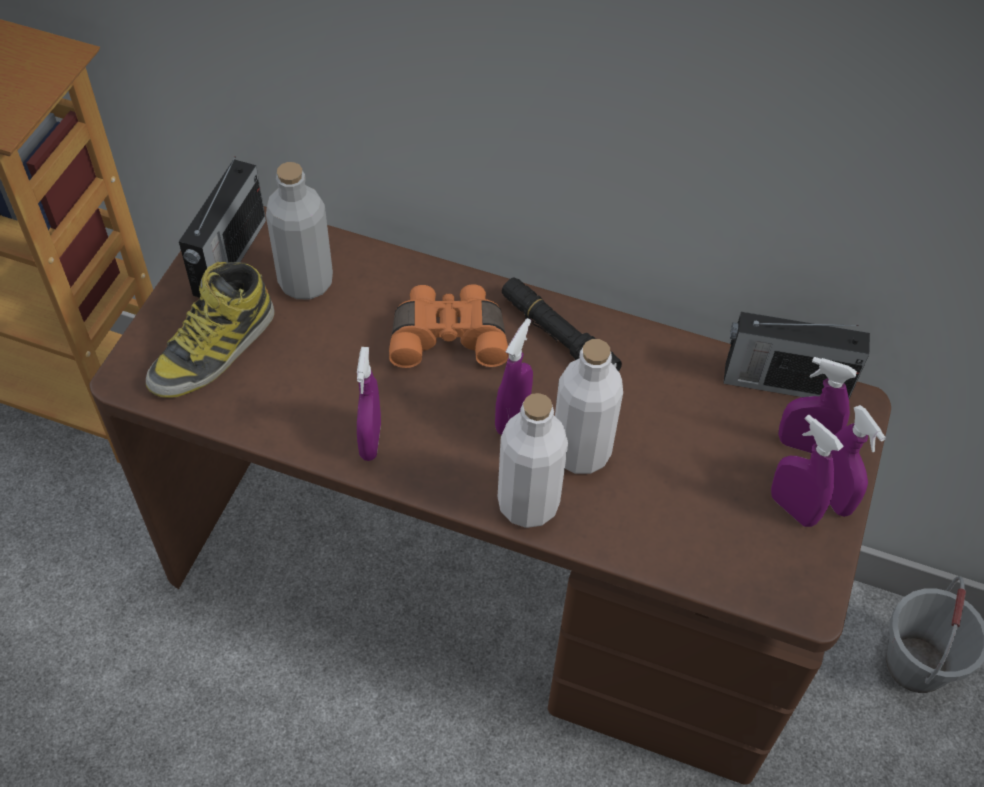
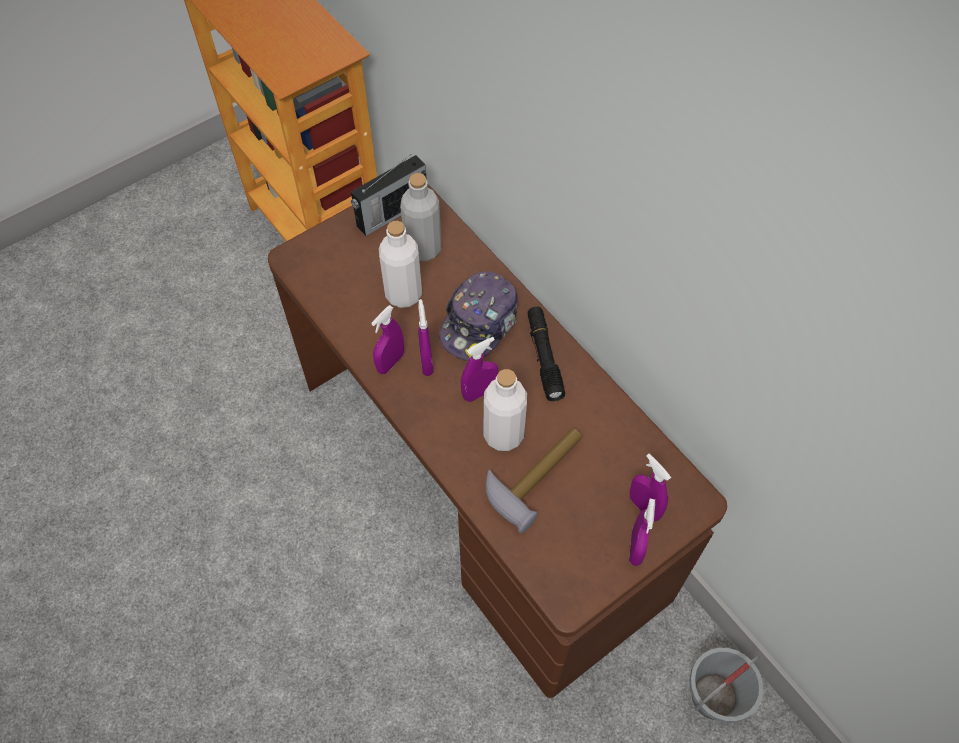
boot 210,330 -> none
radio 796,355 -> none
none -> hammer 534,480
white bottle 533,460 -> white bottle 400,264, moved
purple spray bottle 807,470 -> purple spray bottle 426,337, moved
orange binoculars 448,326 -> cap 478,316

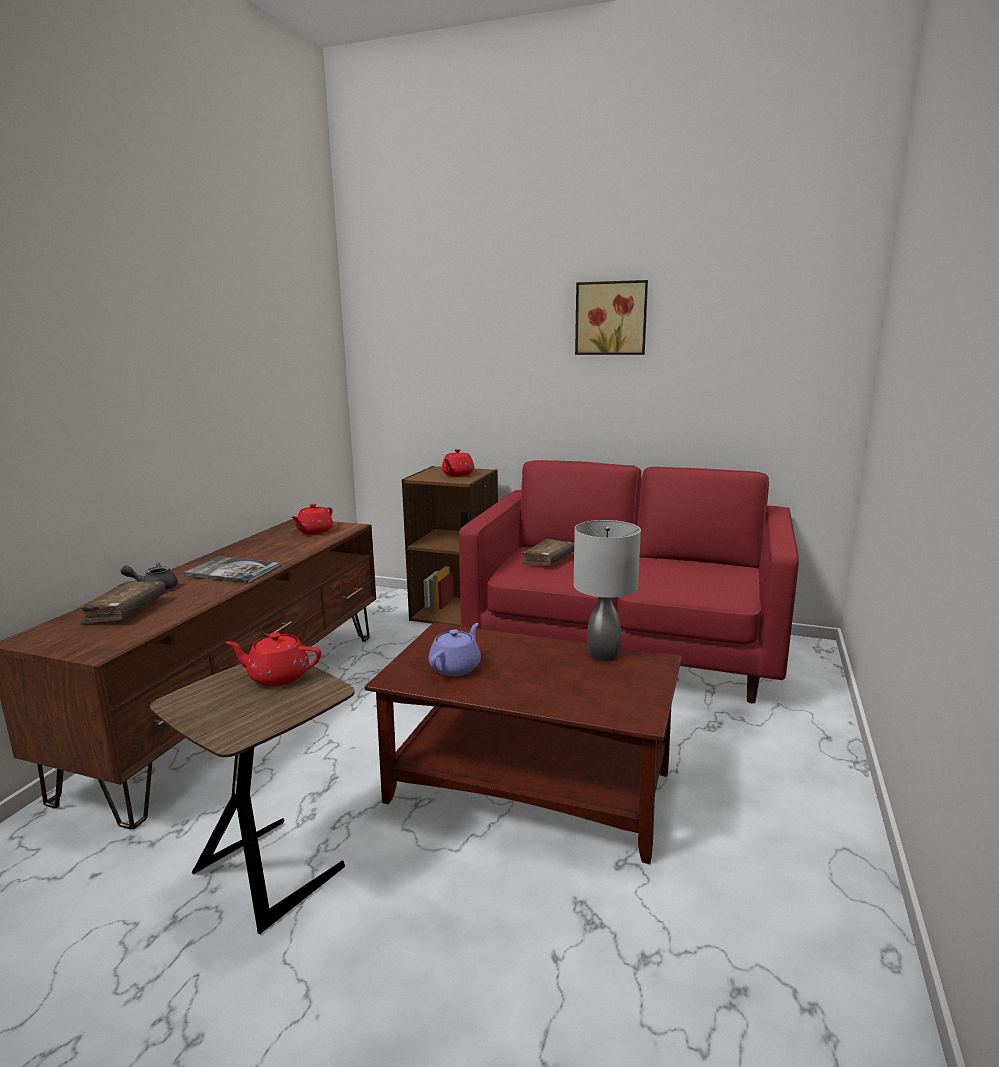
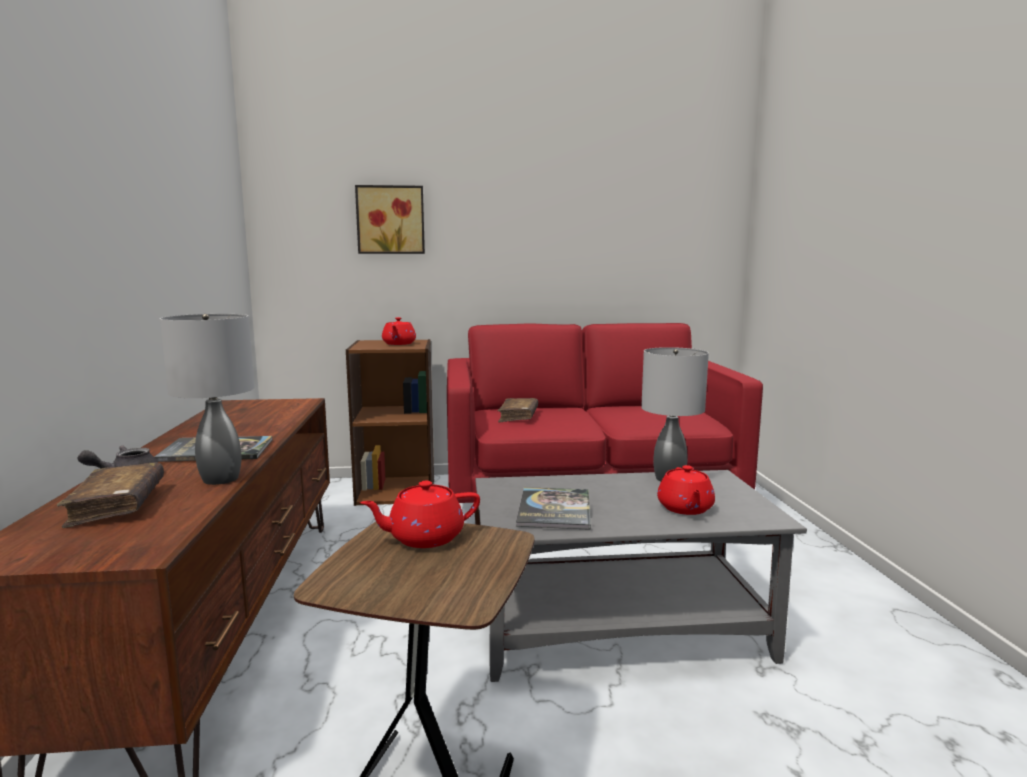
none -> grey table lamp 207,399
red teapot 312,519 -> red teapot 686,490, moved
picture 611,317 -> picture 390,219, moved
purple teapot 455,649 -> book 553,508
brown coffee table 523,743 -> grey coffee table 641,576

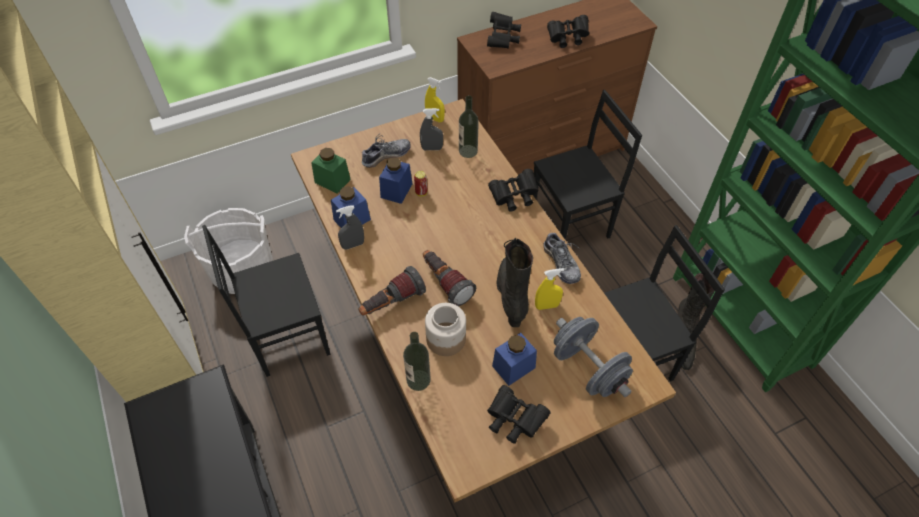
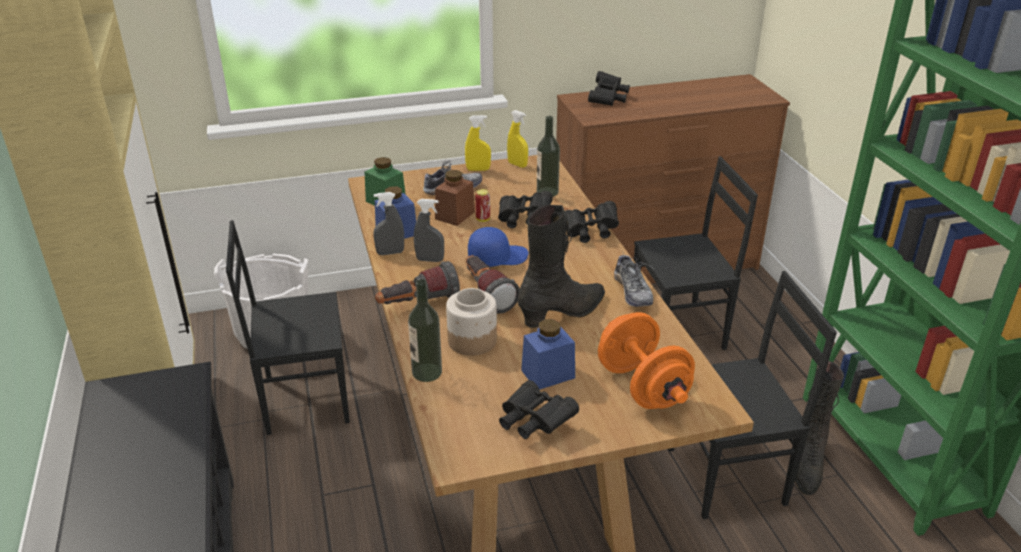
none -> blue cap 498,247
grey spray bottle 431,129 -> grey spray bottle 429,230, moved
yellow spray bottle 549,289 -> yellow spray bottle 478,143, moved
black binoculars 568,31 -> black binoculars 525,209, moved
blue jar 395,181 -> brown jar 455,198
grey dumbbell 593,357 -> orange dumbbell 646,360
black boot 515,282 -> black boot 561,266, 45 degrees clockwise

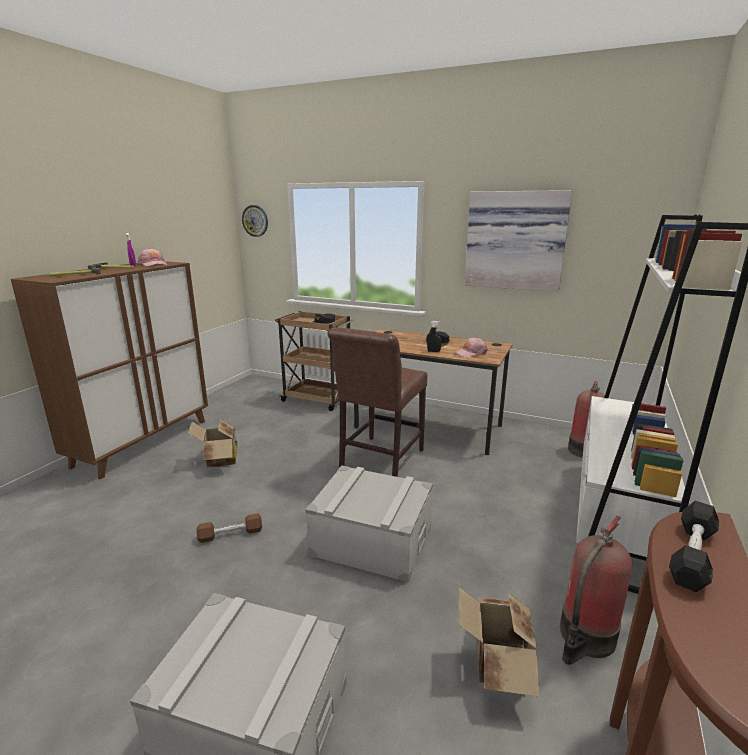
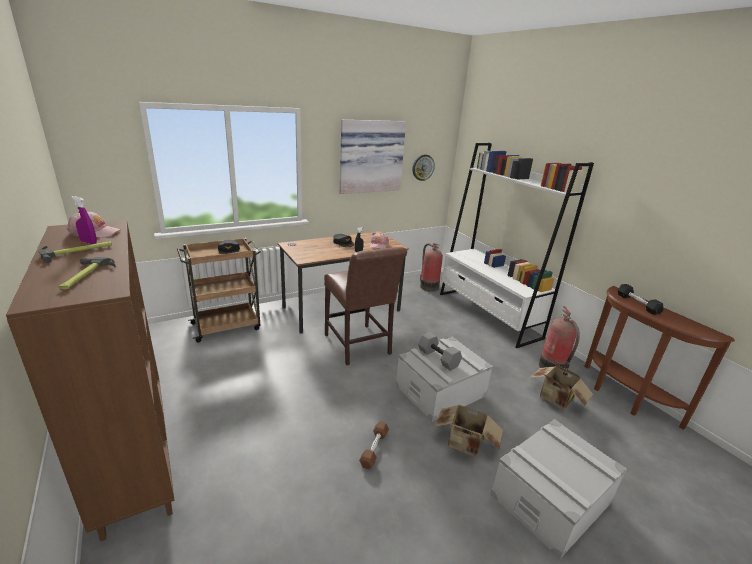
none -> grey dumbbell 440,351
cardboard box 213,443 -> cardboard box 468,431, moved
wall clock 255,221 -> wall clock 423,167, moved

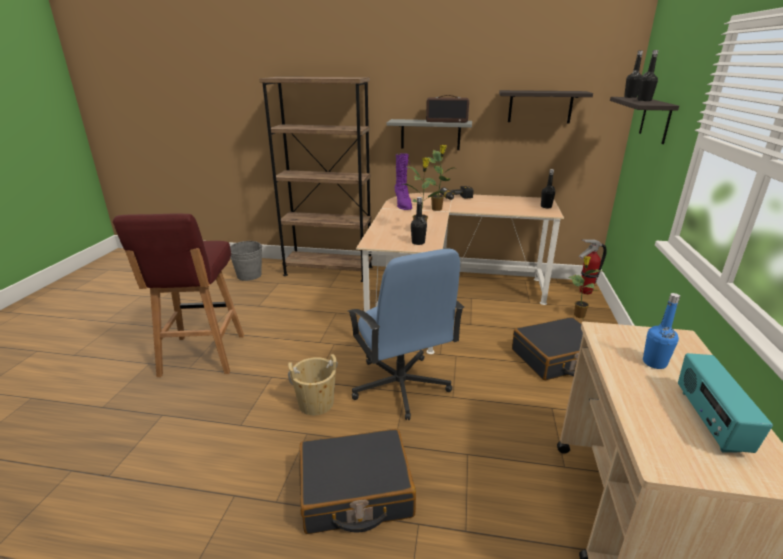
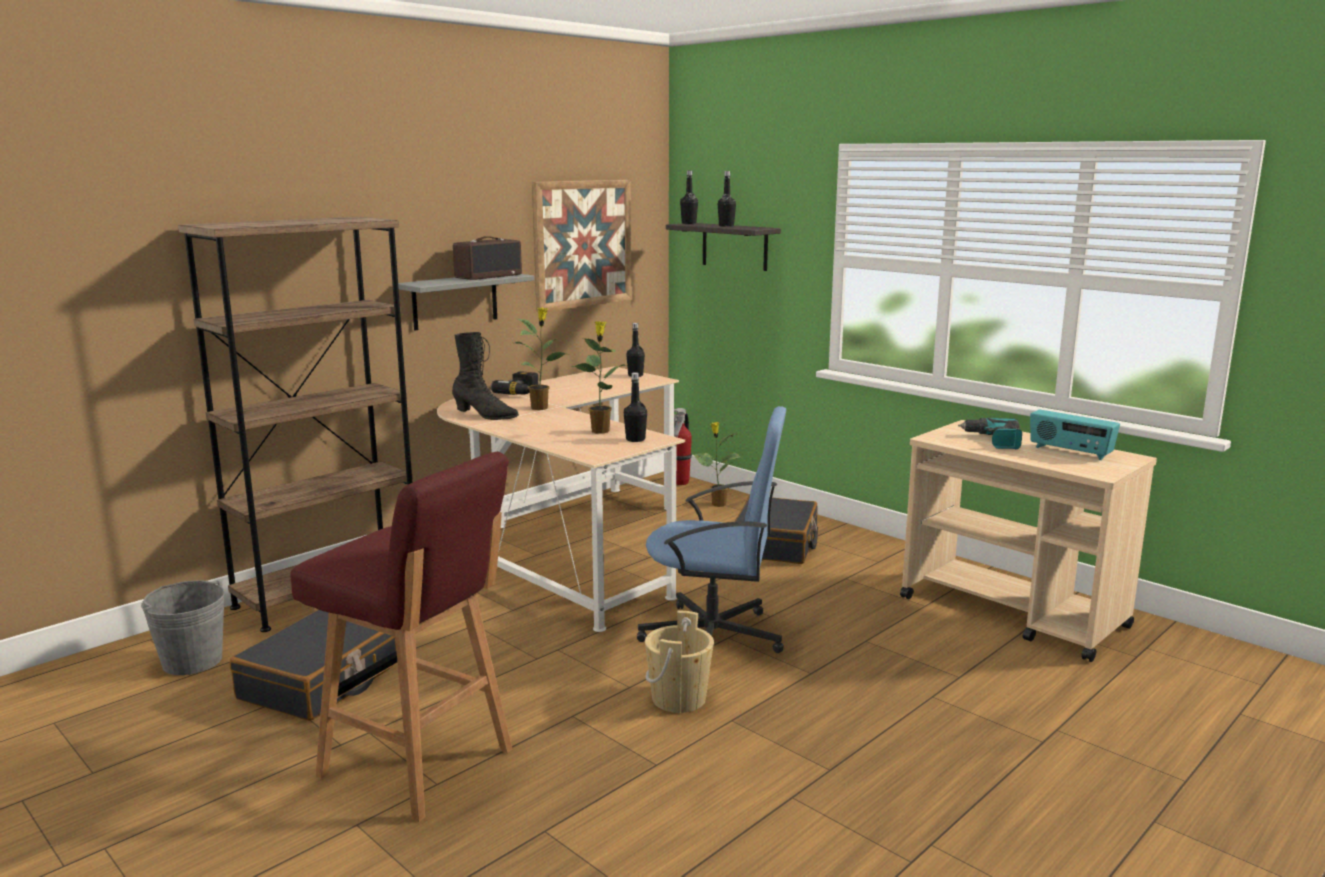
black suitcase 358,481 -> black suitcase 313,665, moved
shelf 546,107 -> picture 582,246
blue bottle 661,331 -> power drill 990,434
purple boot 403,181 -> black boot 485,376

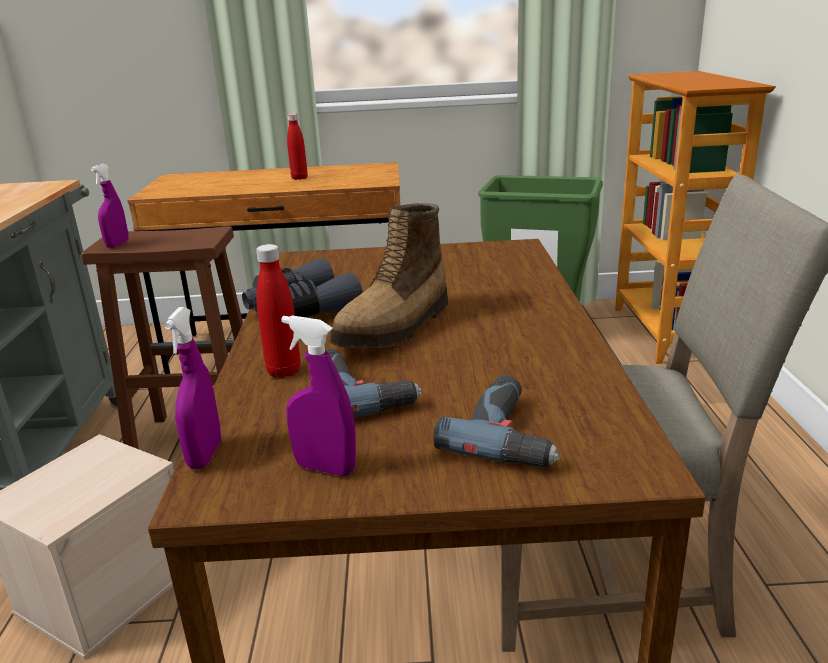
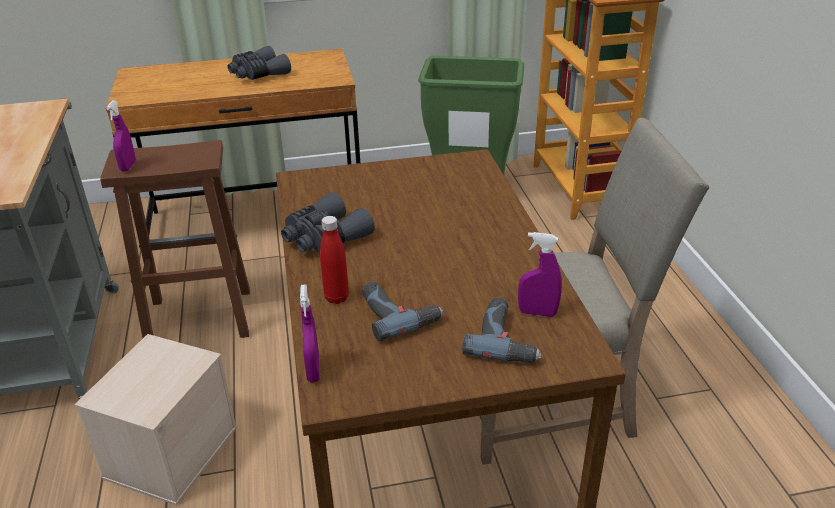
boot 389,276 -> none
purple spray bottle 318,395 -> purple spray bottle 540,274, moved
red bottle 297,146 -> grey binoculars 259,63

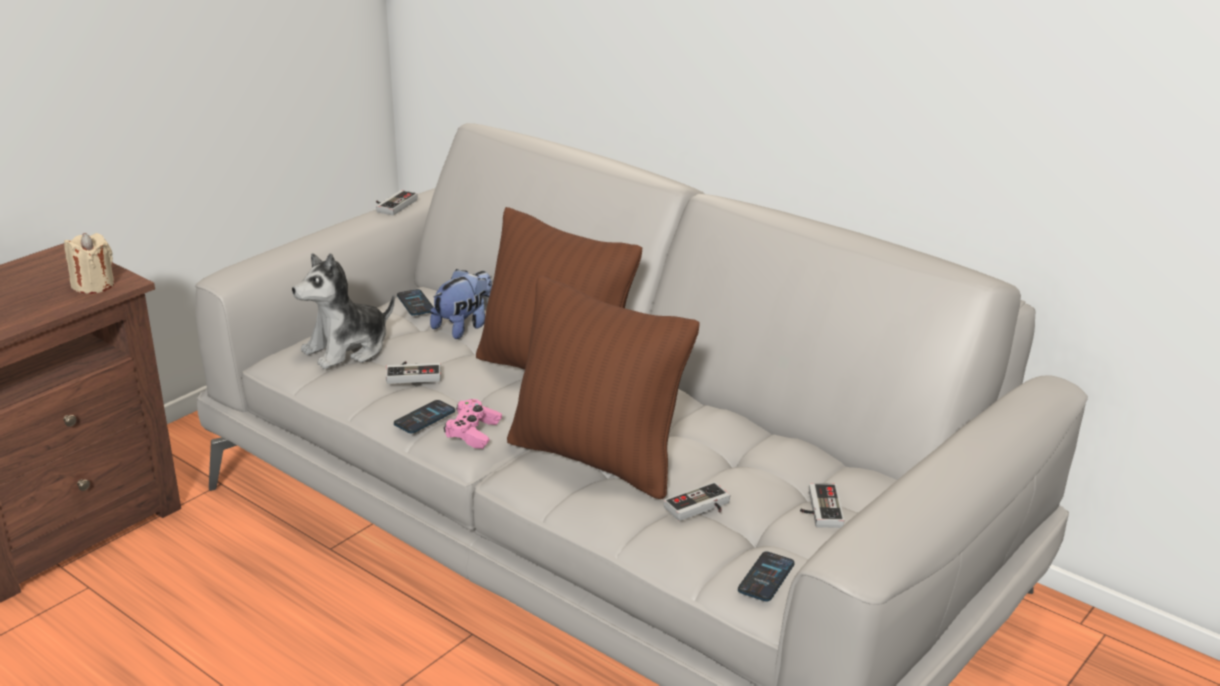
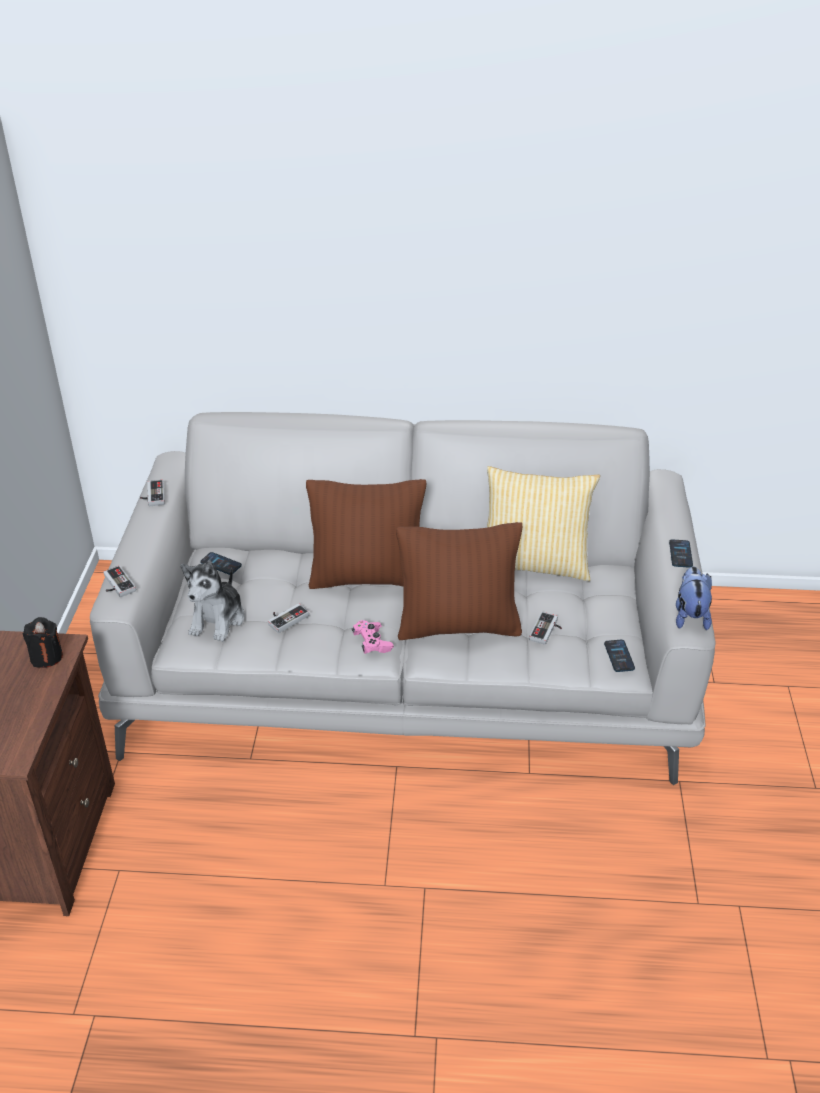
none -> pillow 543,523
phone 424,416 -> phone 681,553, moved
plush toy 461,304 -> plush toy 694,598, moved
game controller 822,505 -> game controller 120,581, moved
beige candle 89,263 -> black candle 43,642

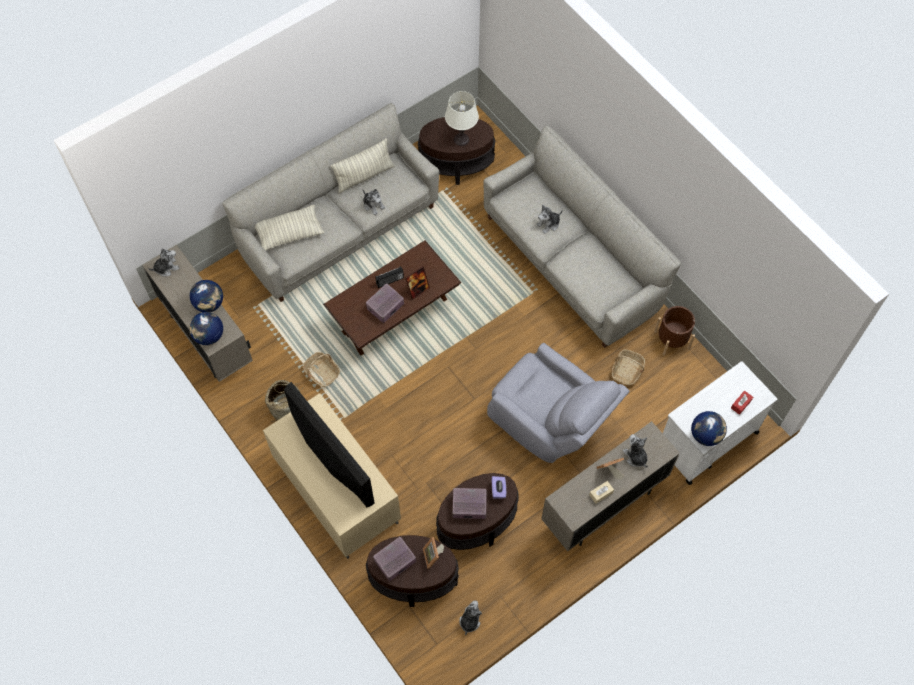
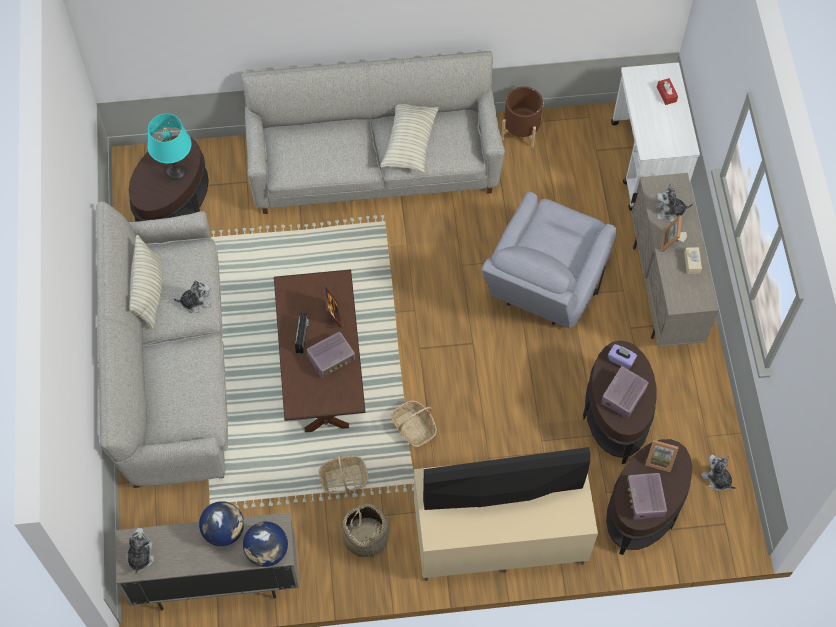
plush toy 549,219 -> none
globe 709,428 -> none
pillow 289,227 -> pillow 409,138, moved
basket 628,367 -> basket 414,423, moved
white table lamp 462,118 -> turquoise table lamp 169,147
radio 385,303 -> radio 331,355, 105 degrees counterclockwise
grey armchair 558,403 -> grey armchair 549,260, 135 degrees clockwise

